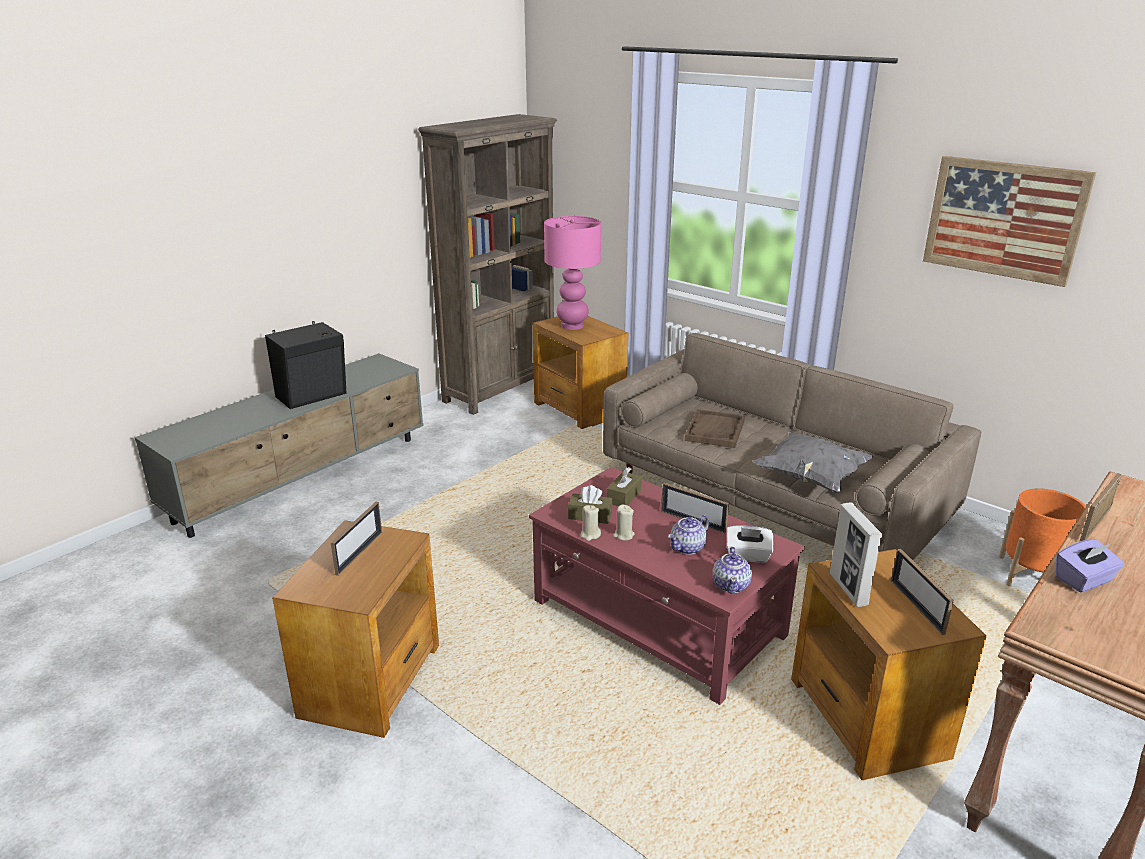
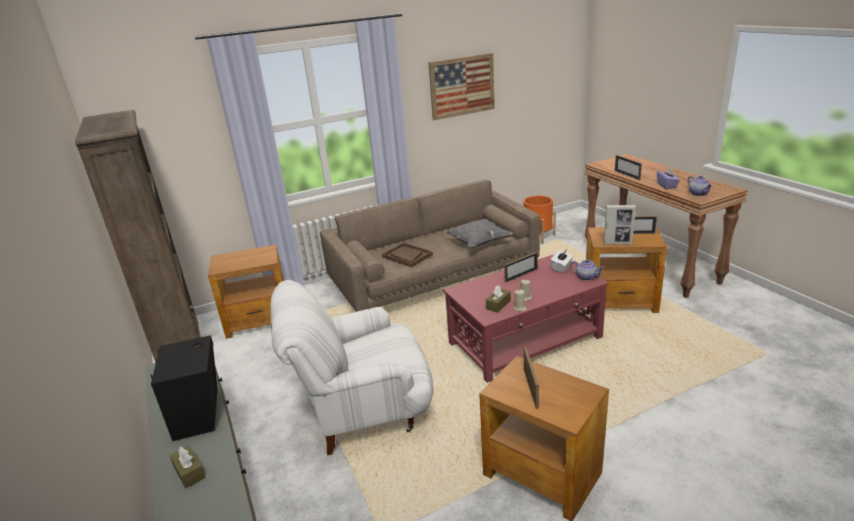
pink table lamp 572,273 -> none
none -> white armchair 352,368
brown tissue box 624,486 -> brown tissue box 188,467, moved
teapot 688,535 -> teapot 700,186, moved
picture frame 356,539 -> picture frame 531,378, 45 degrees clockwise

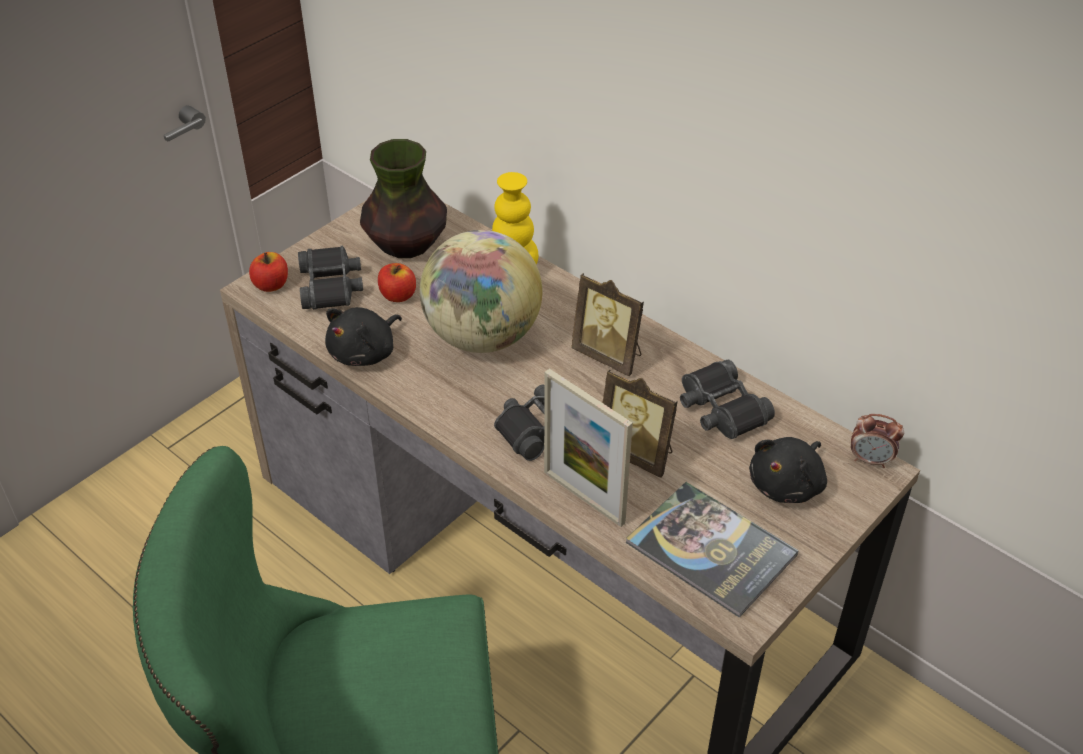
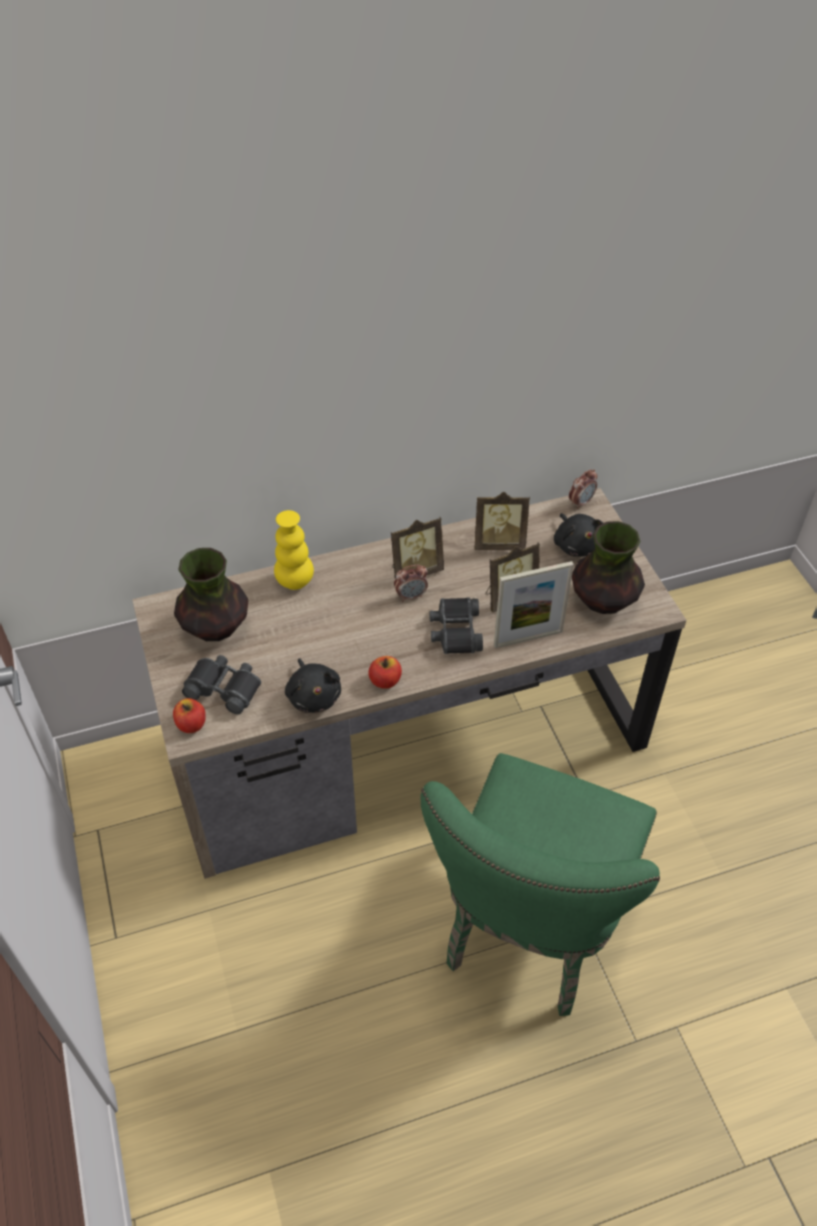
globe 481,291 -> none
none -> alarm clock 411,583
apple 397,282 -> apple 385,672, moved
book 712,549 -> vase 608,567
black binoculars 727,399 -> picture frame 502,521

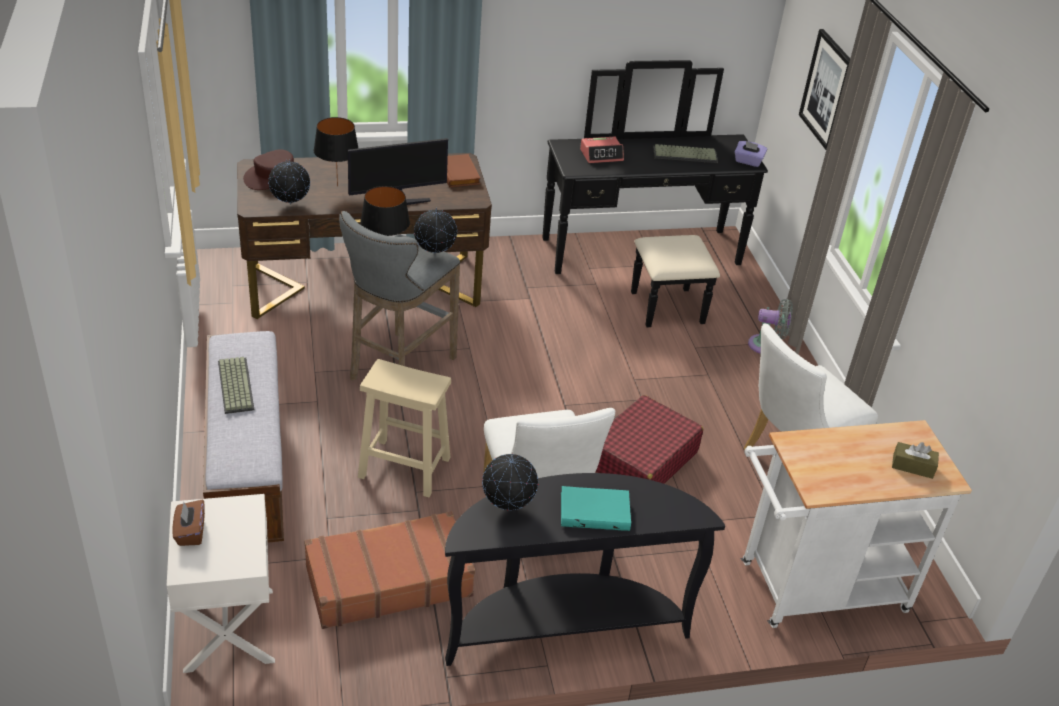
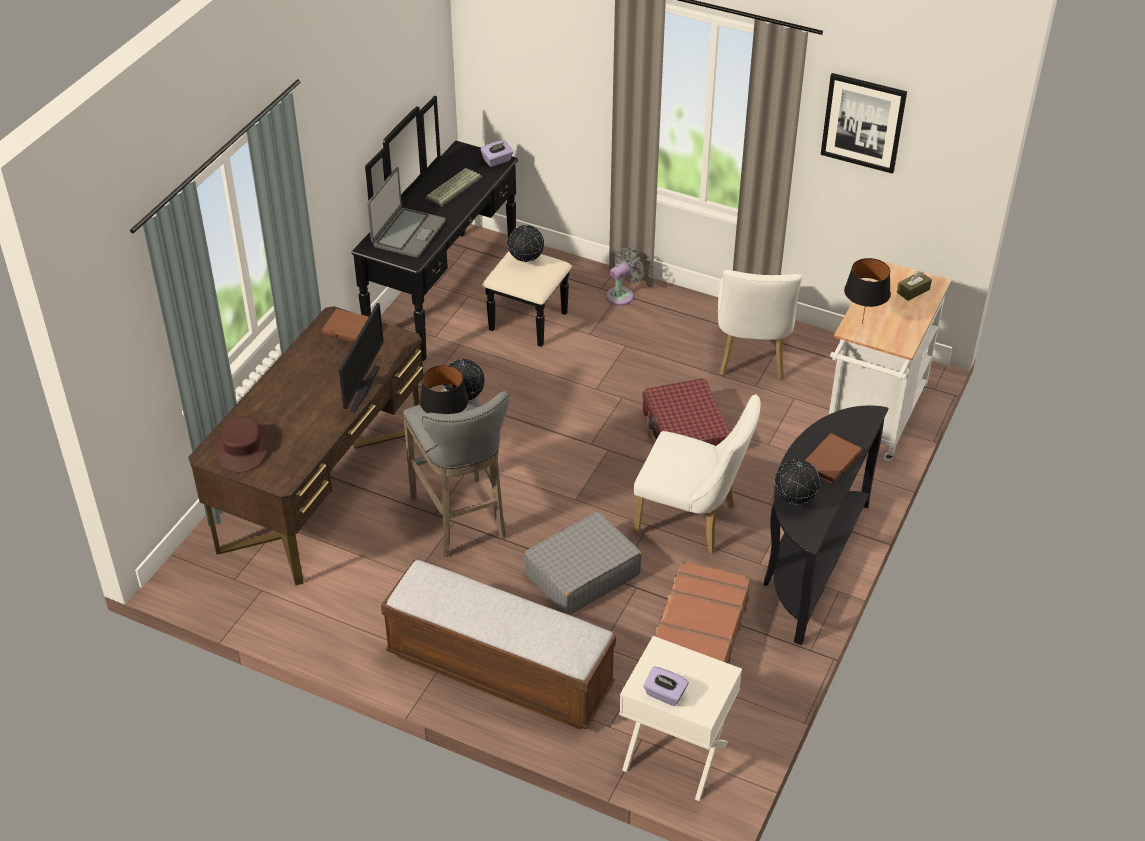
keyboard 236,385 -> none
globe 289,182 -> globe 525,243, moved
black table lamp 336,151 -> black table lamp 867,291, moved
picture 824,89 -> picture 864,123, moved
beige stool 404,428 -> grey suitcase 583,563
alarm clock 602,150 -> laptop 406,212
brown tissue box 188,523 -> purple tissue box 666,686
turquoise book 596,508 -> brown book 833,459

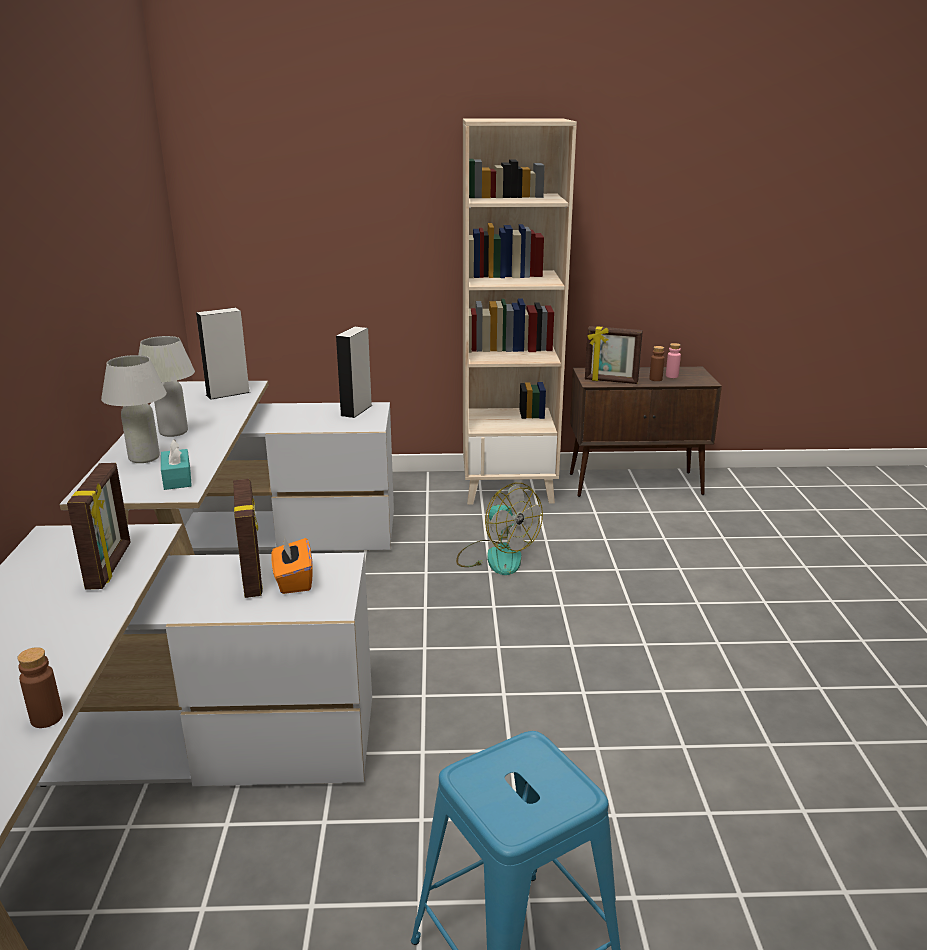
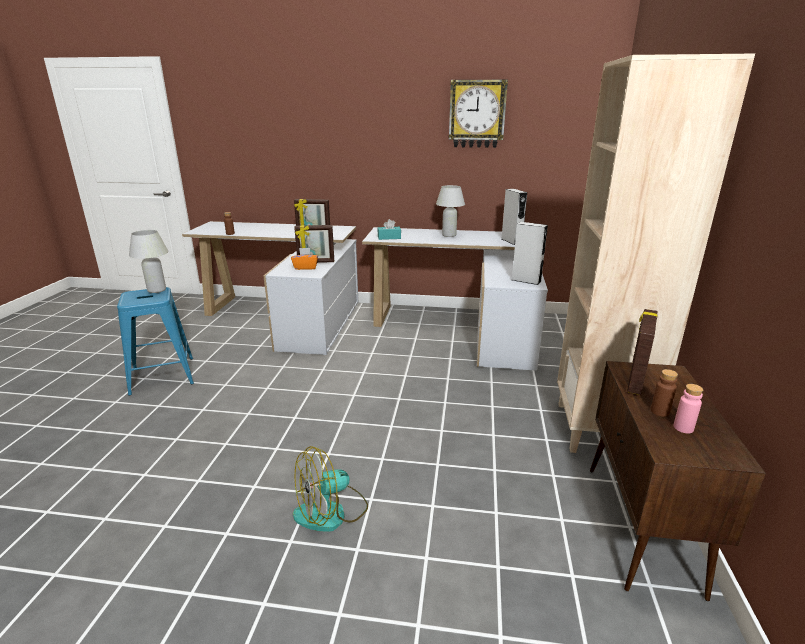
none -> wall clock 478,113
white table lamp 134,409 -> white table lamp 149,261, moved
fan 499,529 -> fan 330,489, moved

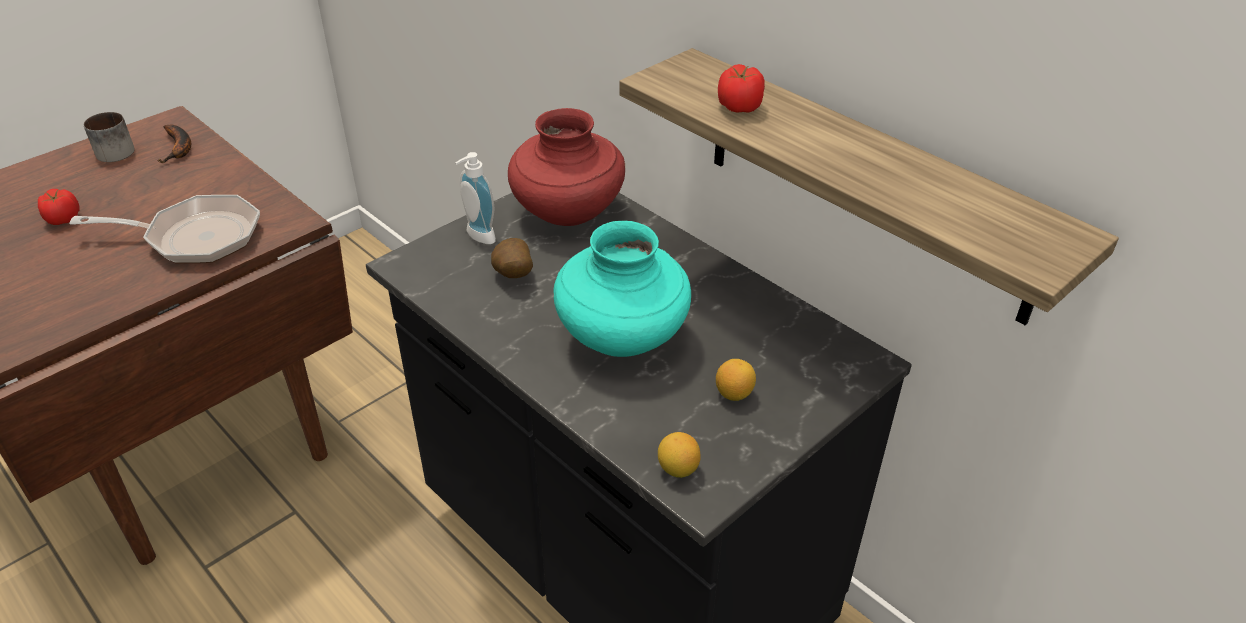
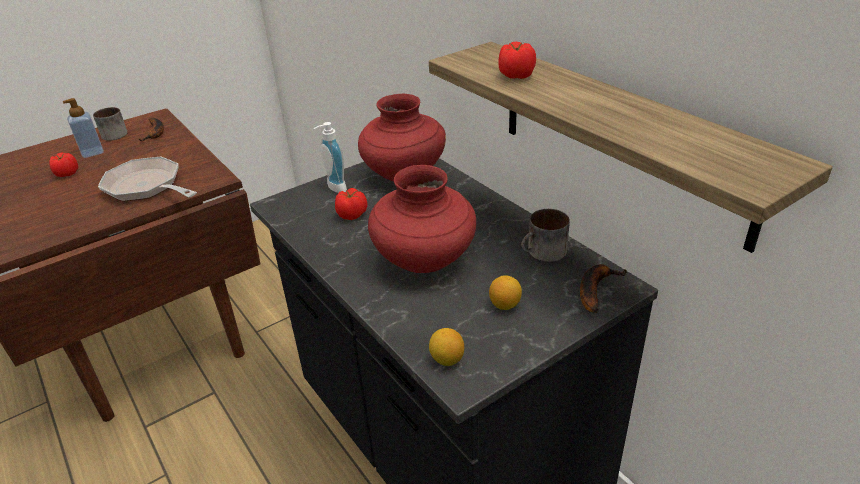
none -> soap dispenser 83,128
none -> mug 545,235
none -> banana 604,288
potato 512,258 -> tomato 351,204
turquoise vase 622,289 -> red vase 422,219
frying pan 164,229 -> frying pan 147,179, 150 degrees counterclockwise

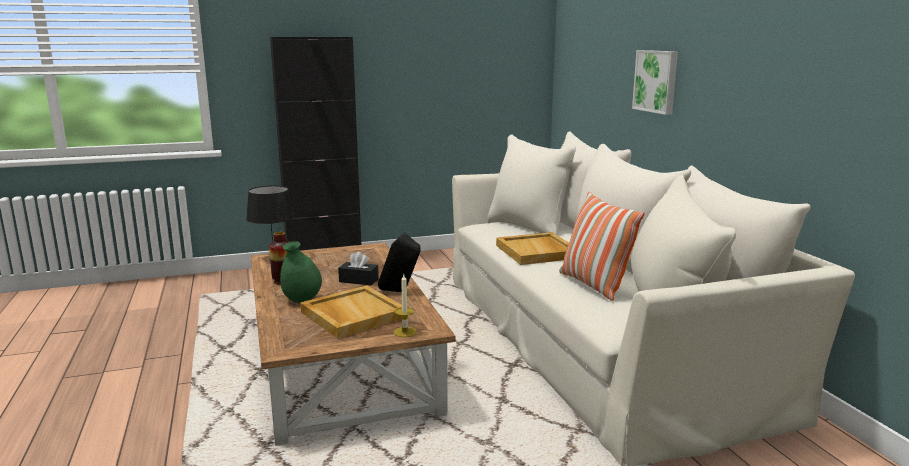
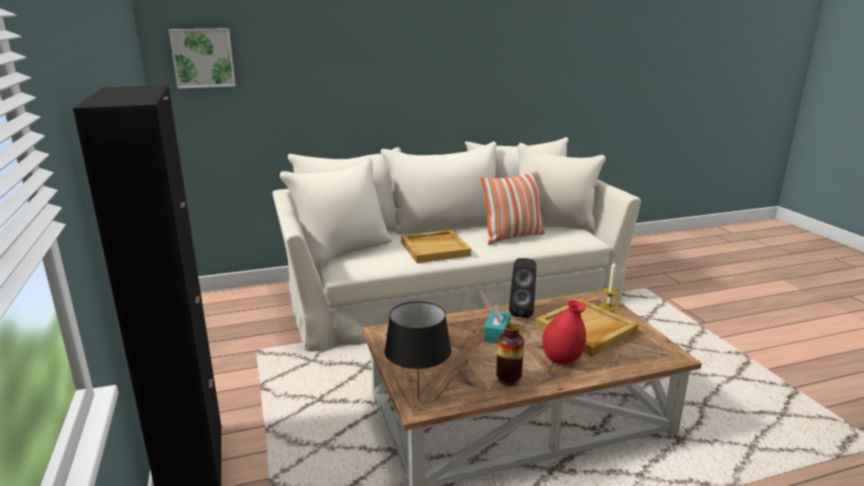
picture 655,82 -> picture 202,58, moved
green vase 301,272 -> red vase 564,332
black tissue box 358,268 -> turquoise tissue box 497,324

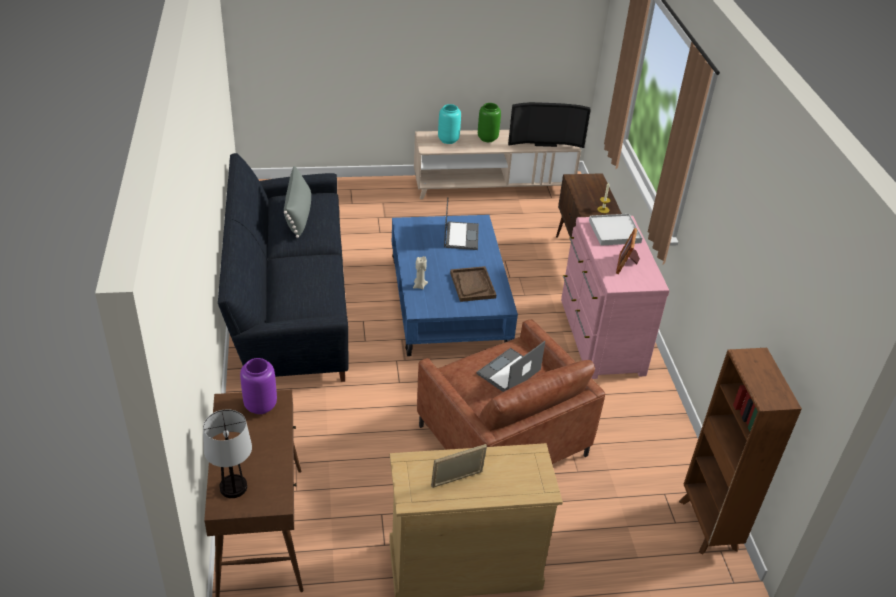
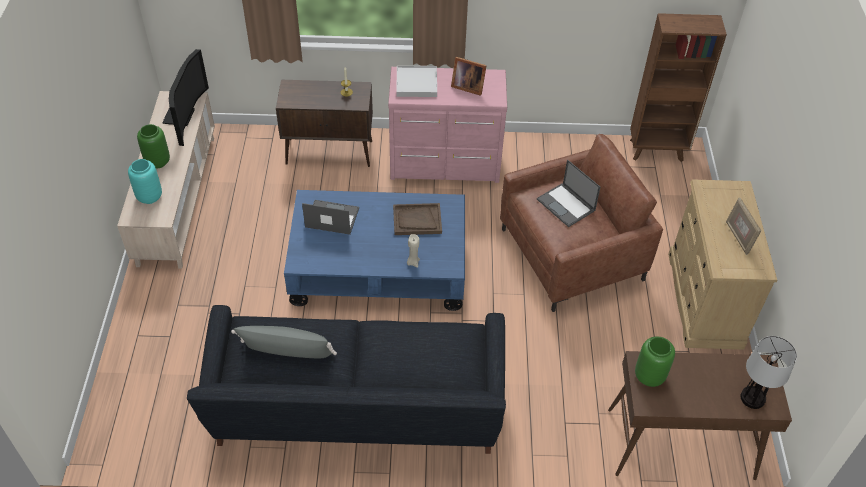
purple vase 258,386 -> green vase 655,361

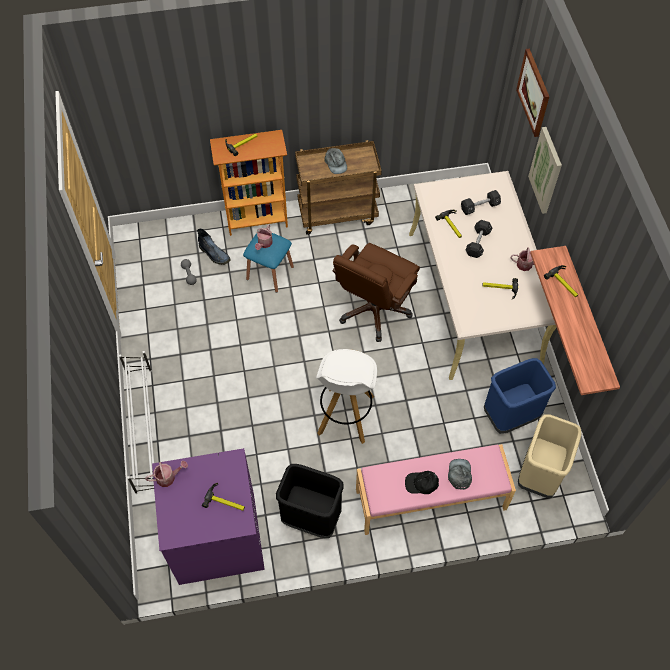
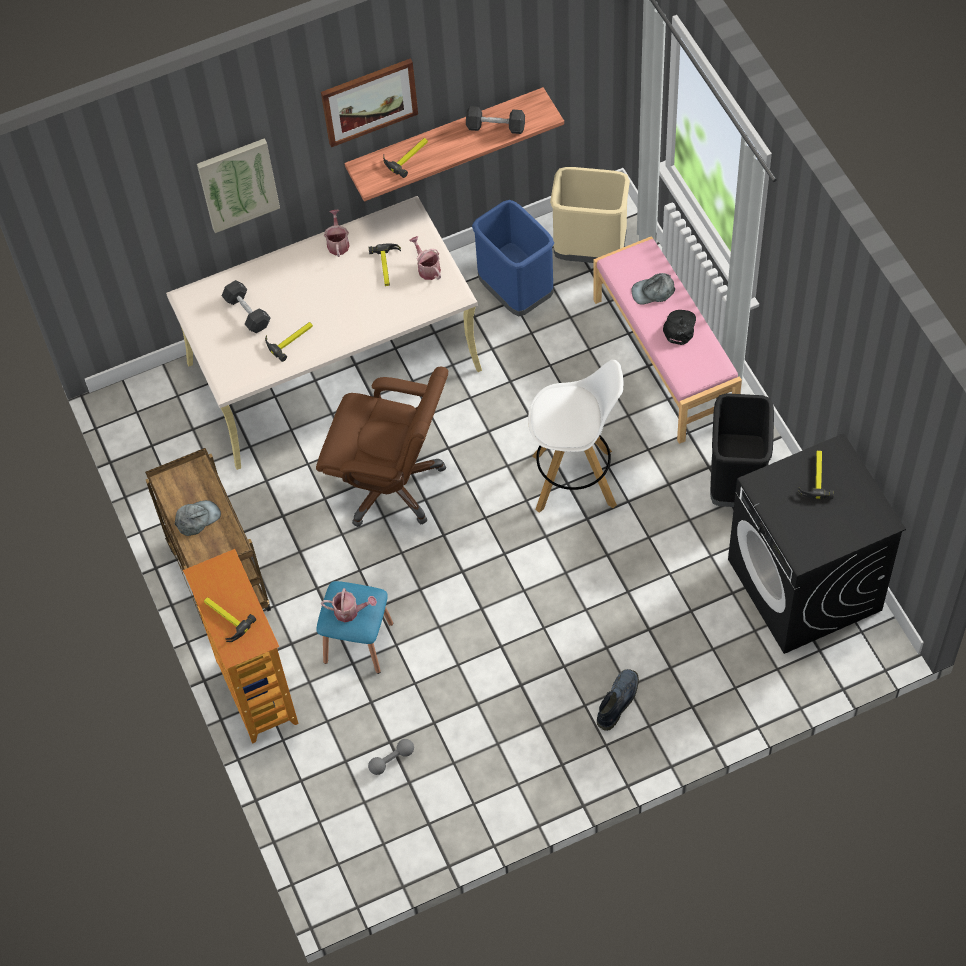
white shoe rack 136,422 -> none
watering can 166,474 -> watering can 425,258, moved
boot 214,247 -> boot 618,700, moved
black dumbbell 479,239 -> black dumbbell 495,120, moved
picture 532,92 -> picture 369,102, moved
purple washing machine 208,516 -> black washing machine 817,543
black cap 422,482 -> black cap 679,327, 150 degrees counterclockwise

